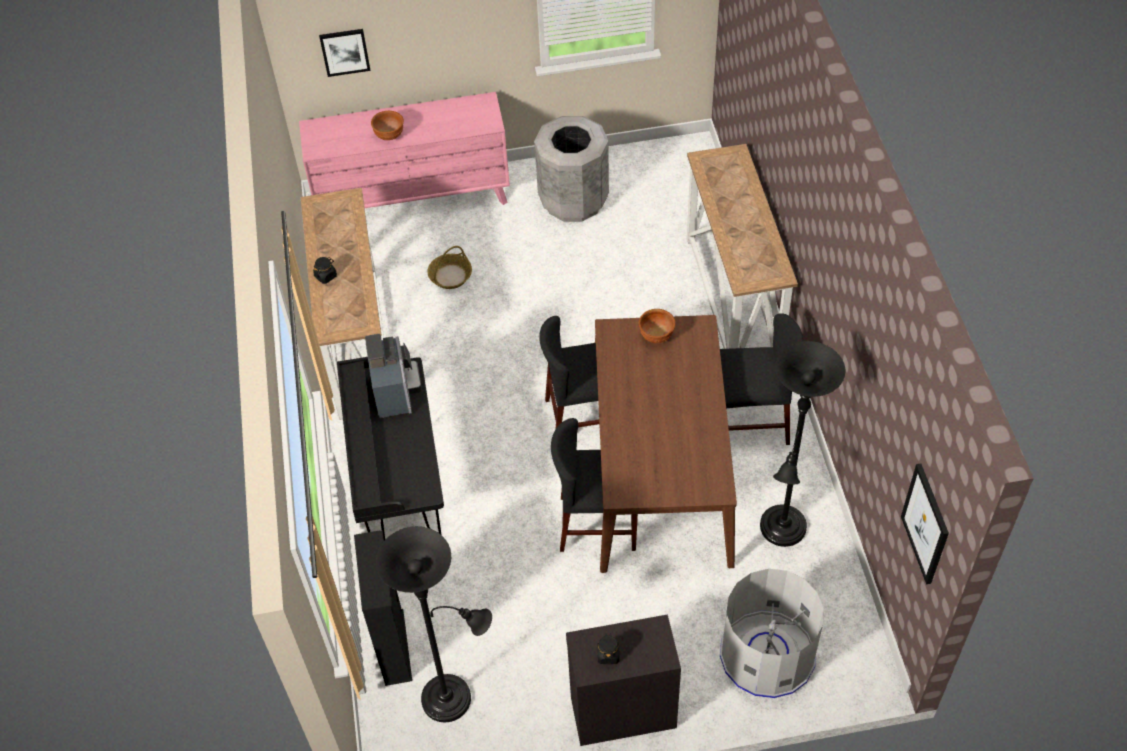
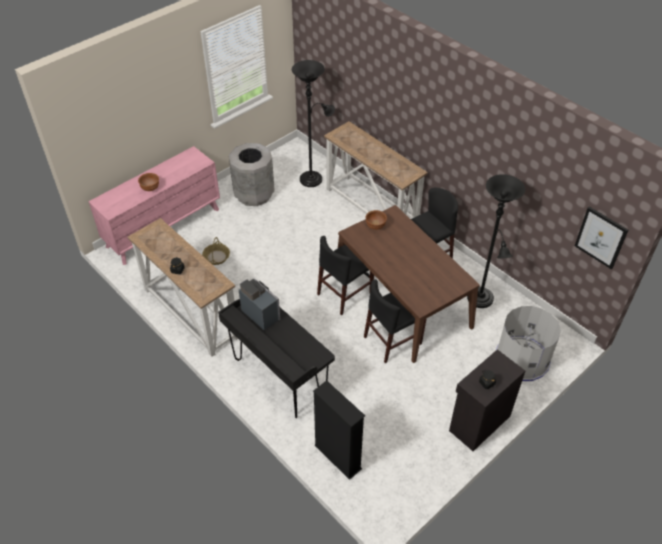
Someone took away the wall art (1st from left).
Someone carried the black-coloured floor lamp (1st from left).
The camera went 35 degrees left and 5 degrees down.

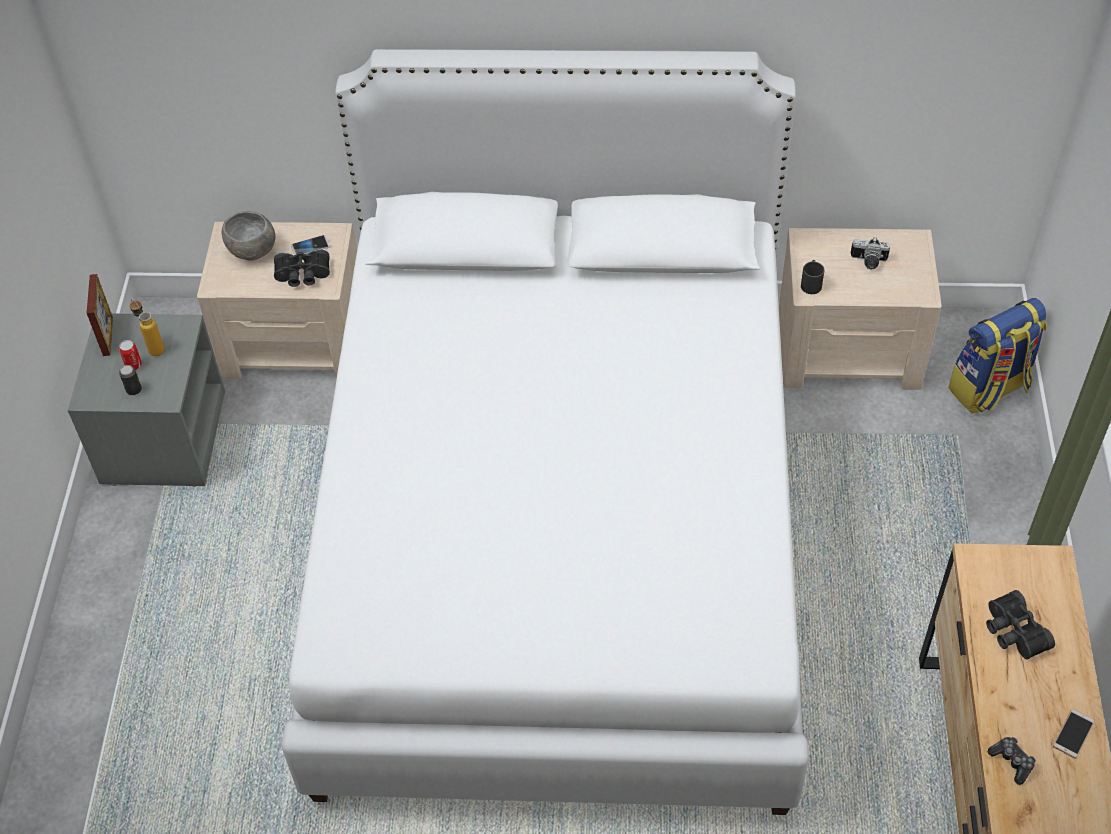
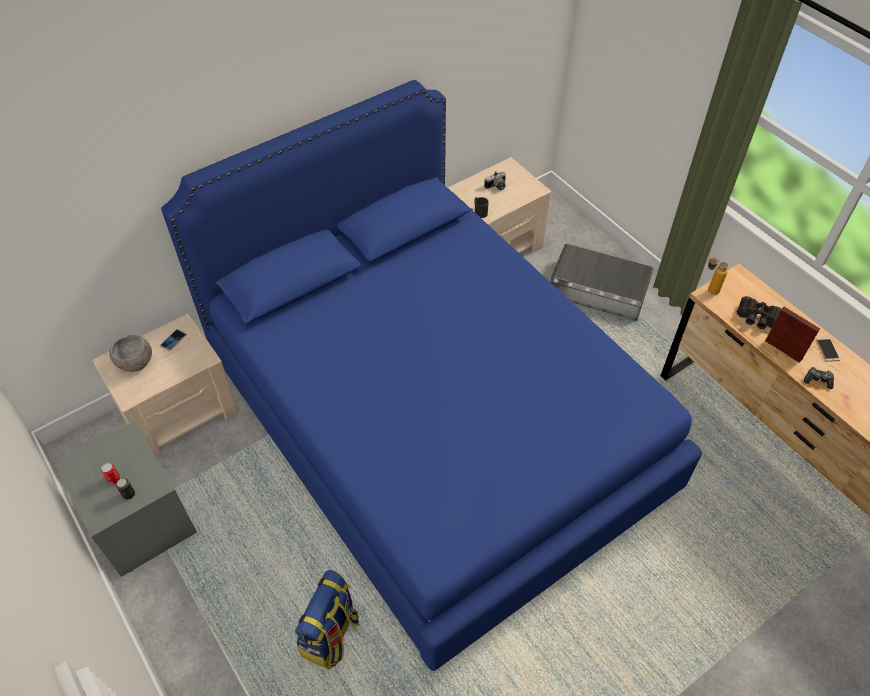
Someone repainted the whitish bed, which became the blue bed.
Someone took away the black-coloured binoculars (1st from left).
Someone carried the photo frame.
Someone carried the rucksack.
Someone carried the beverage bottle.
Someone put down the grey storage box.
The camera went 40 degrees left and 0 degrees up.

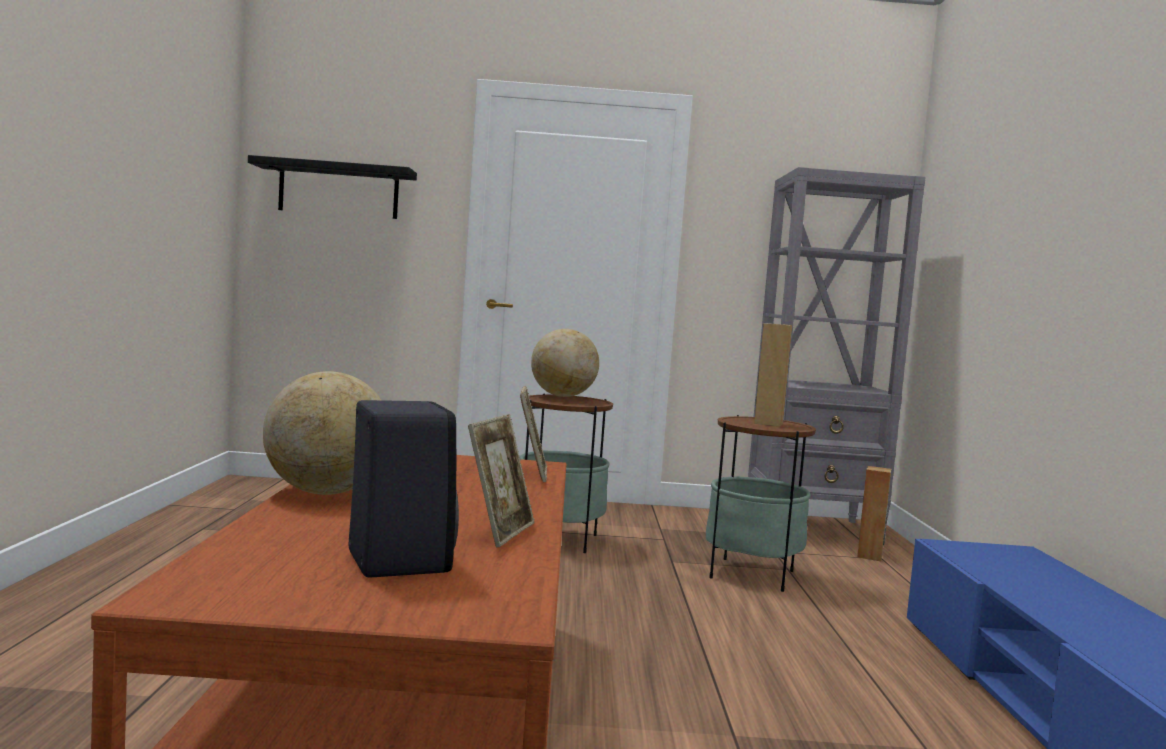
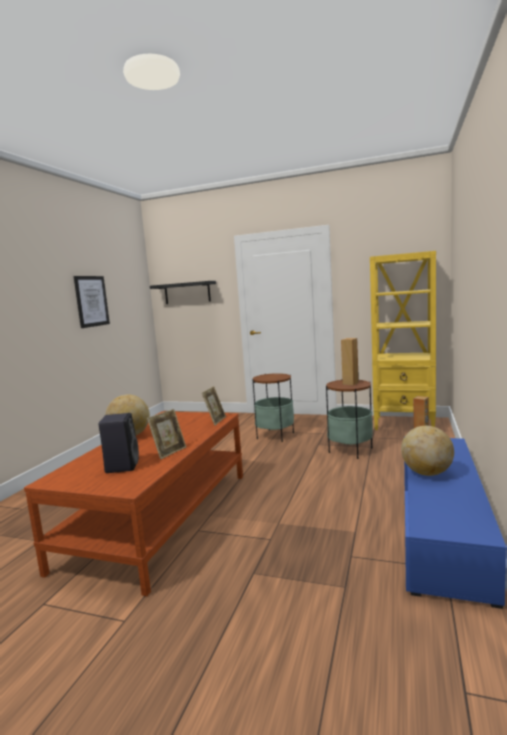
Someone repainted the grey bookcase, which became the yellow bookcase.
Someone carried the world globe (2nd from left).
Someone put up the wall art.
The camera went 20 degrees right and 5 degrees up.

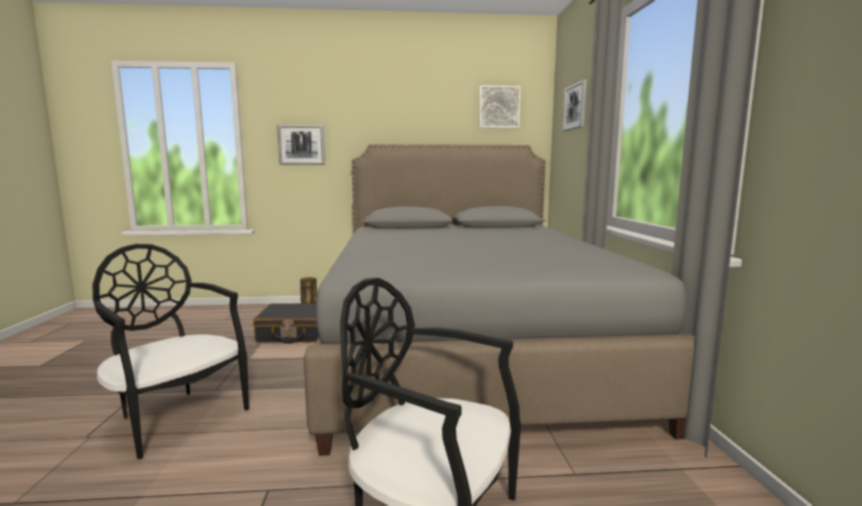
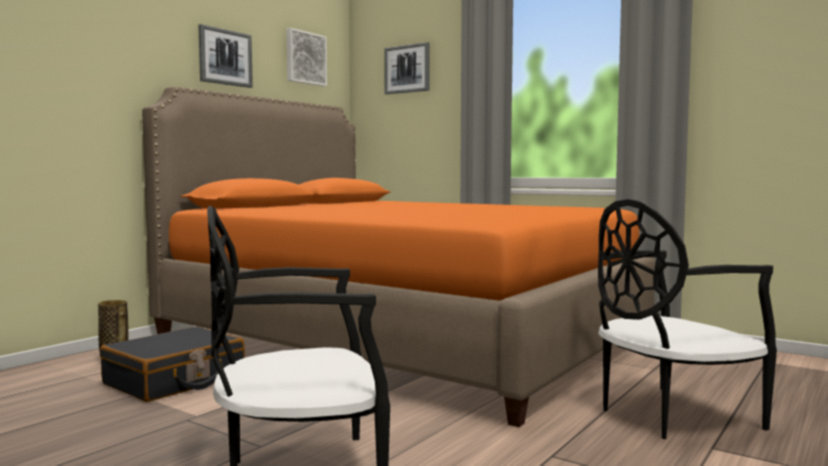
Someone carried the wall art (1st from left).
Someone repainted the grey bed, which became the orangey bed.
The camera went 50 degrees left and 5 degrees down.

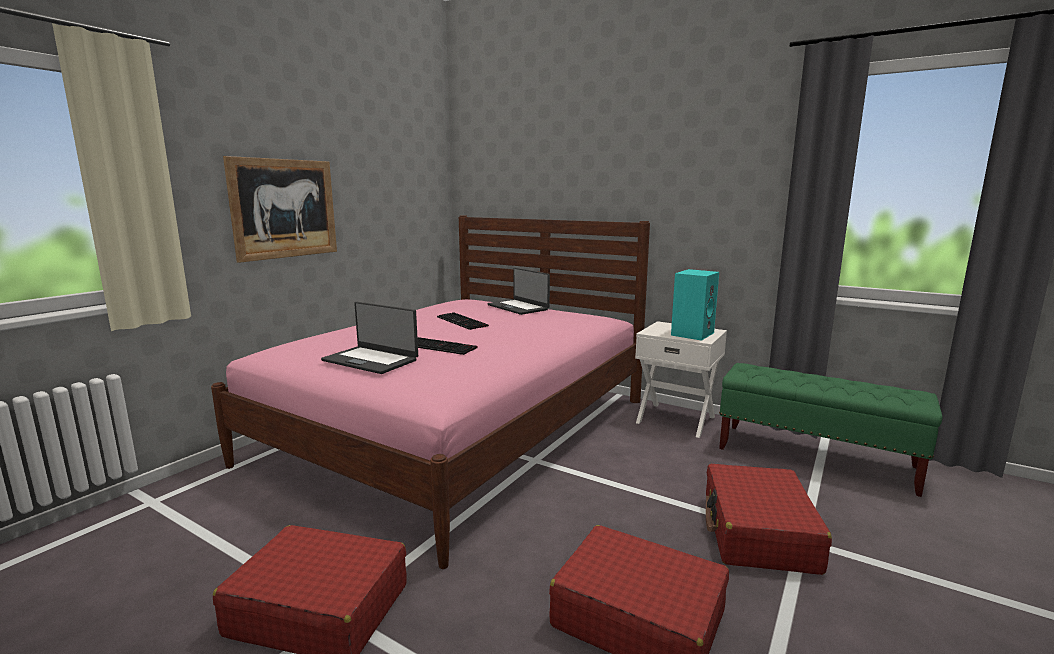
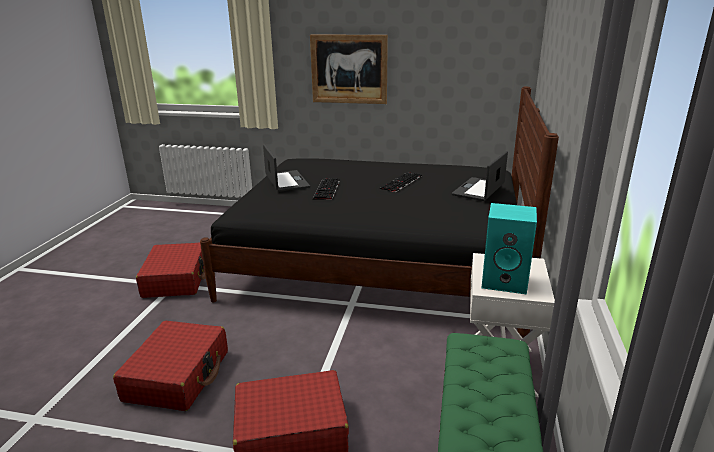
Someone repainted the pink bed, which became the black-coloured bed.
Someone rotated the notebook computer (1st from left) by 150 degrees clockwise.
The camera went 70 degrees right and 10 degrees up.

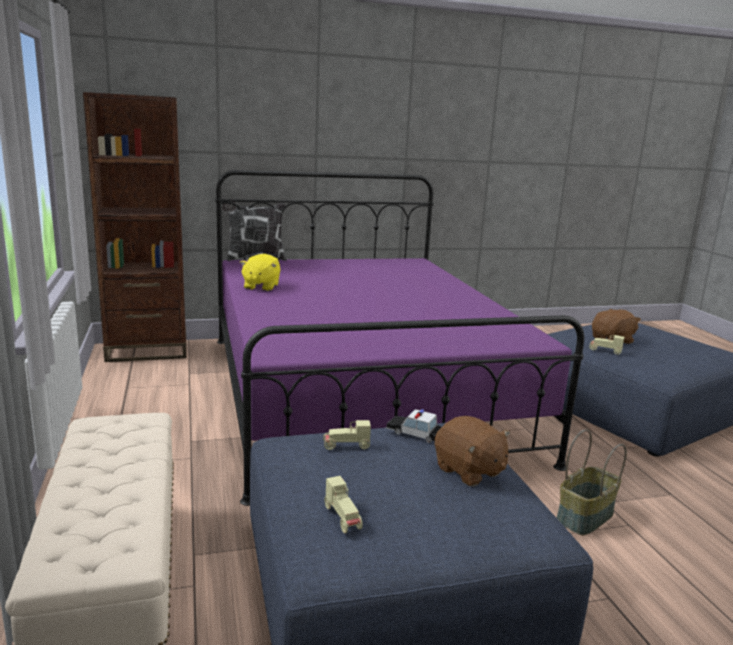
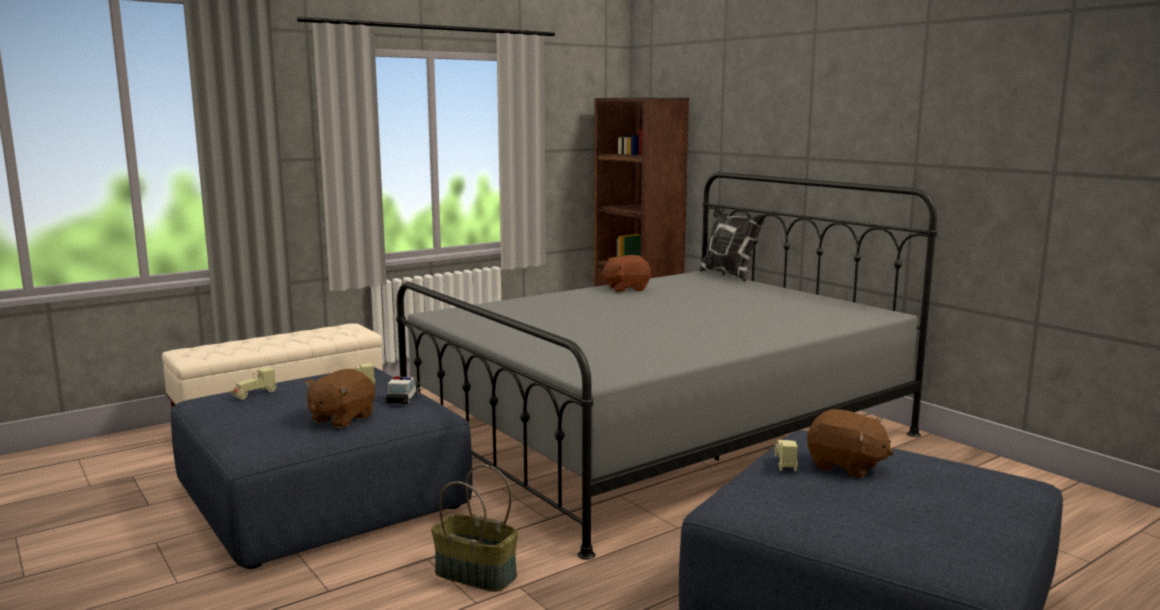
Someone repainted the purplish bed, which became the grey bed.
Someone repainted the yellow plush toy, which became the brown-coloured plush toy (2nd from left).
The camera went 70 degrees right and 5 degrees down.

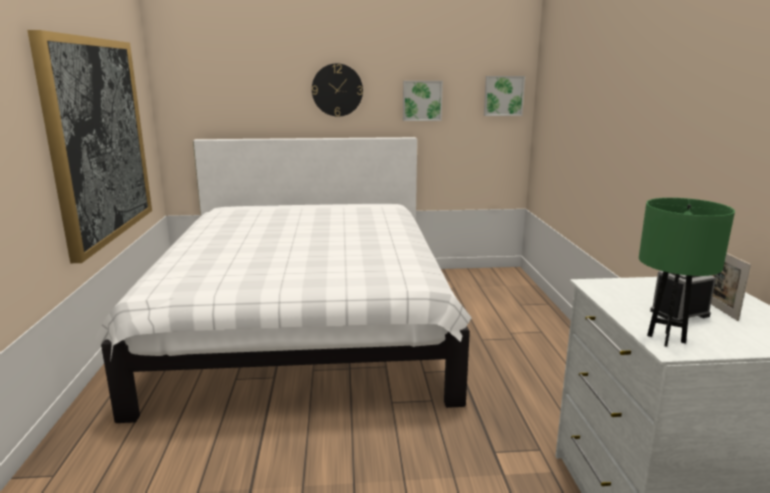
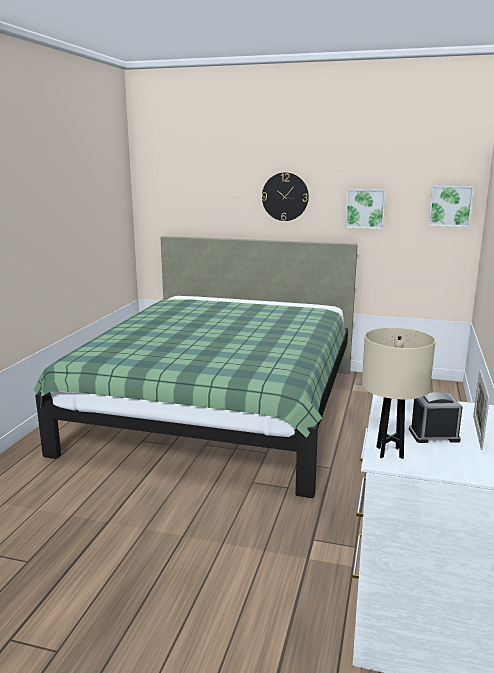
Someone took away the wall art (1st from left).
Someone repainted the whitish bed, which became the greenish bed.
Someone repainted the greenish tabletop lamp, which became the beige-coloured tabletop lamp.
The camera went 20 degrees right and 0 degrees up.

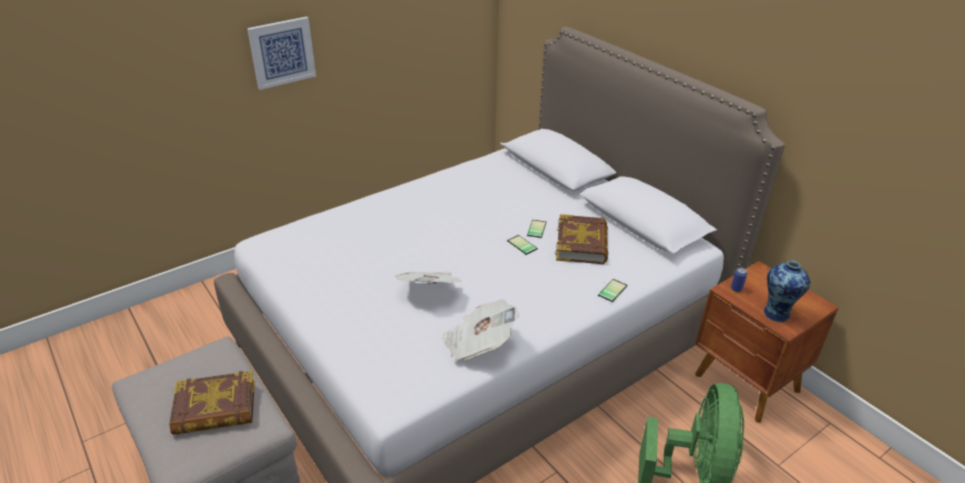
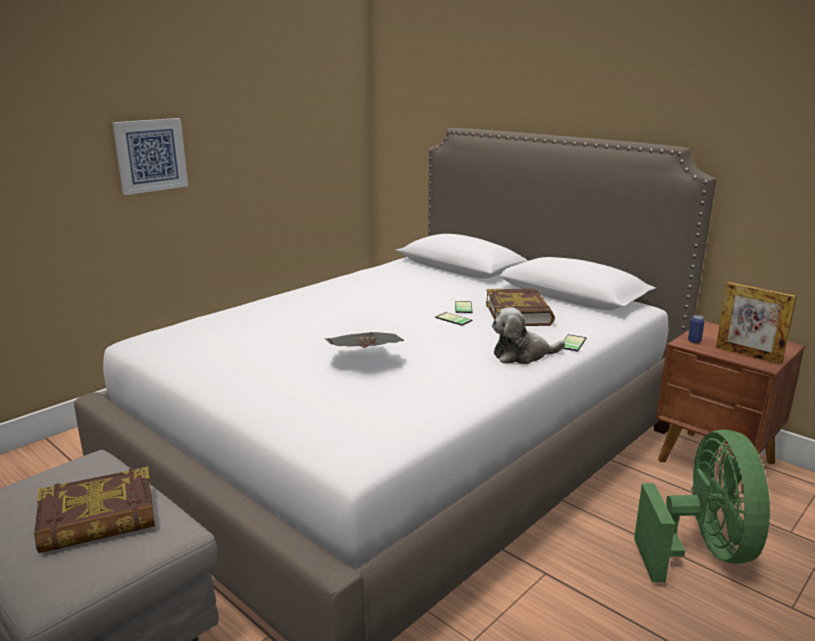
Someone swapped the vase for the photo frame.
Someone took away the daily paper (2nd from left).
Someone put down the plush toy.
The camera went 10 degrees left and 15 degrees down.

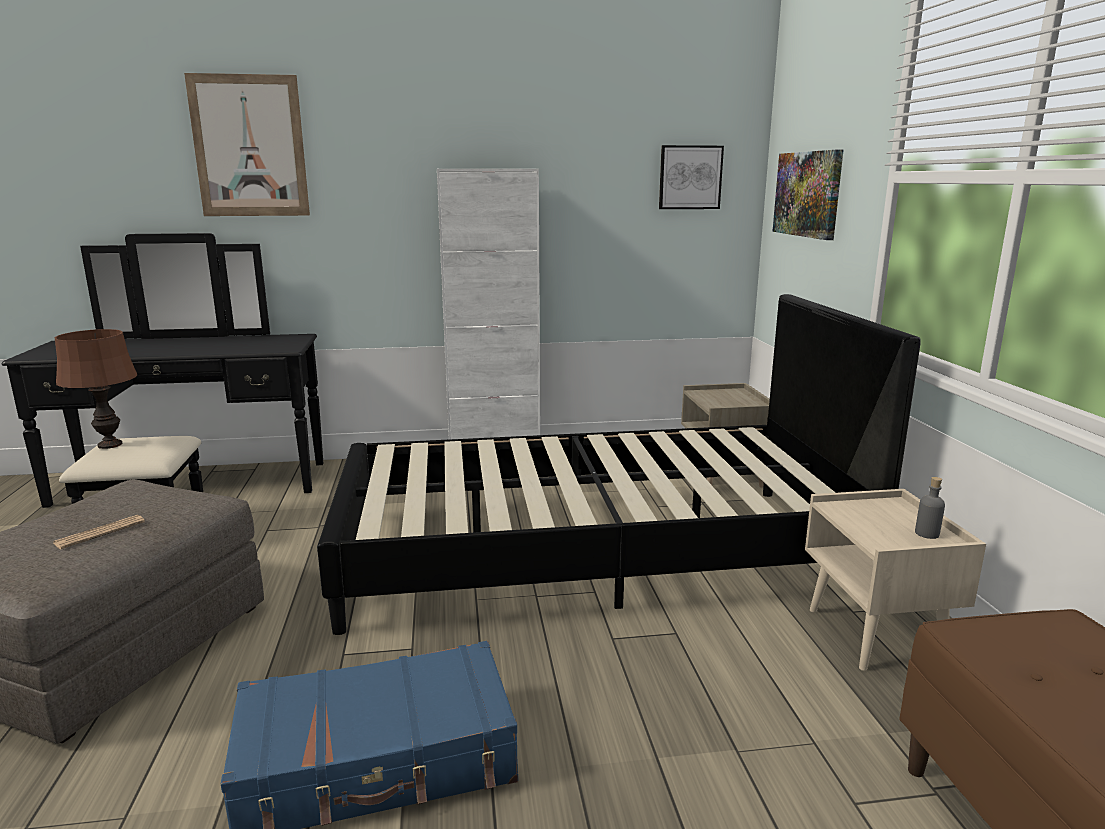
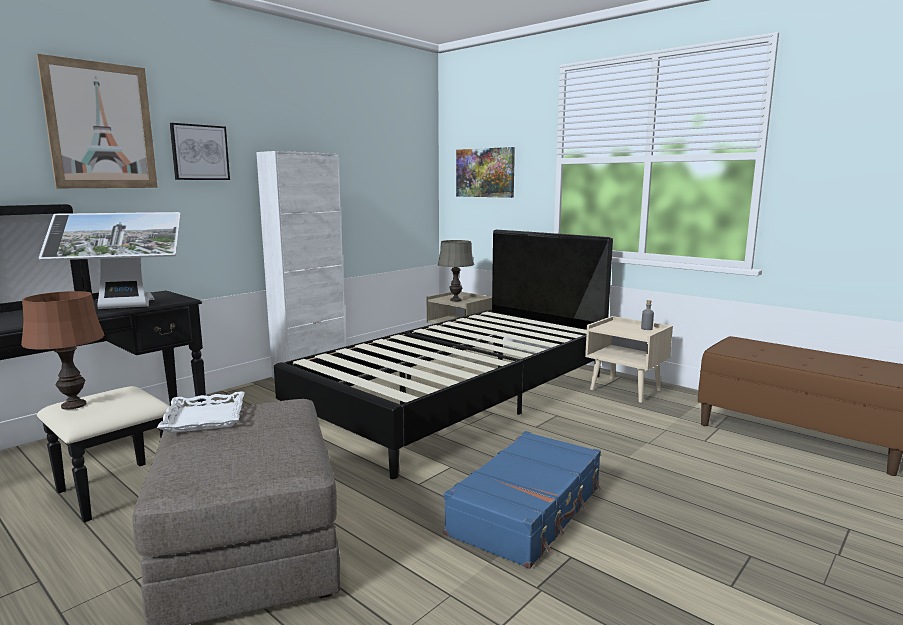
Someone carried the wall art (2nd from left).
Someone took away the daily paper.
Someone put down the computer display.
Someone put down the grey tabletop lamp.
Someone put down the whitish tray.
The camera went 40 degrees left and 5 degrees down.

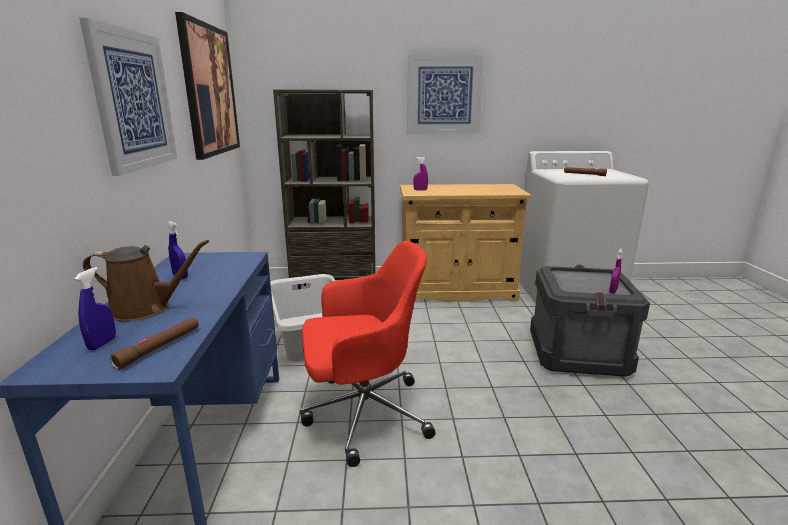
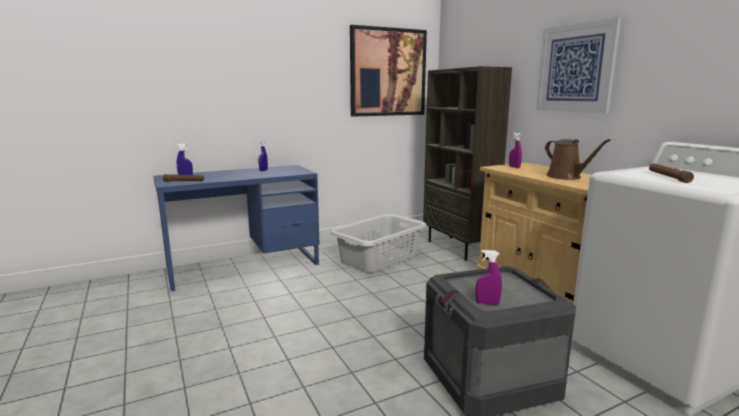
Someone took away the wall art (1st from left).
Someone carried the brown-coloured watering pot.
Someone took away the red office chair.
The camera went 65 degrees right and 5 degrees down.

